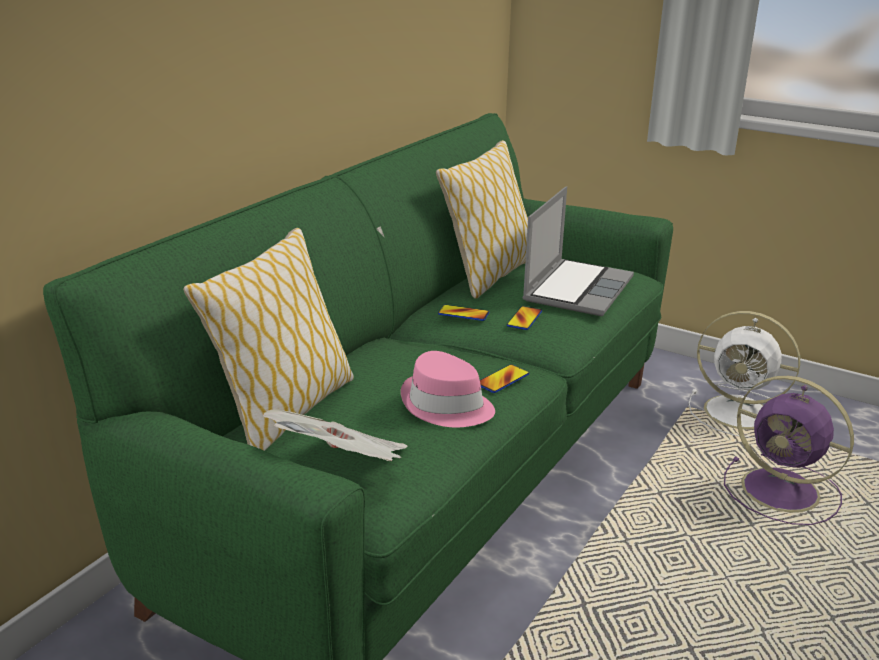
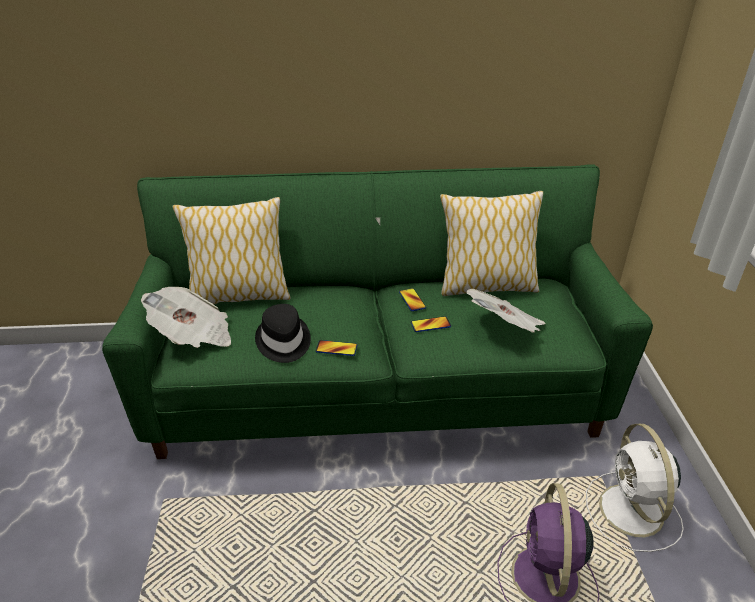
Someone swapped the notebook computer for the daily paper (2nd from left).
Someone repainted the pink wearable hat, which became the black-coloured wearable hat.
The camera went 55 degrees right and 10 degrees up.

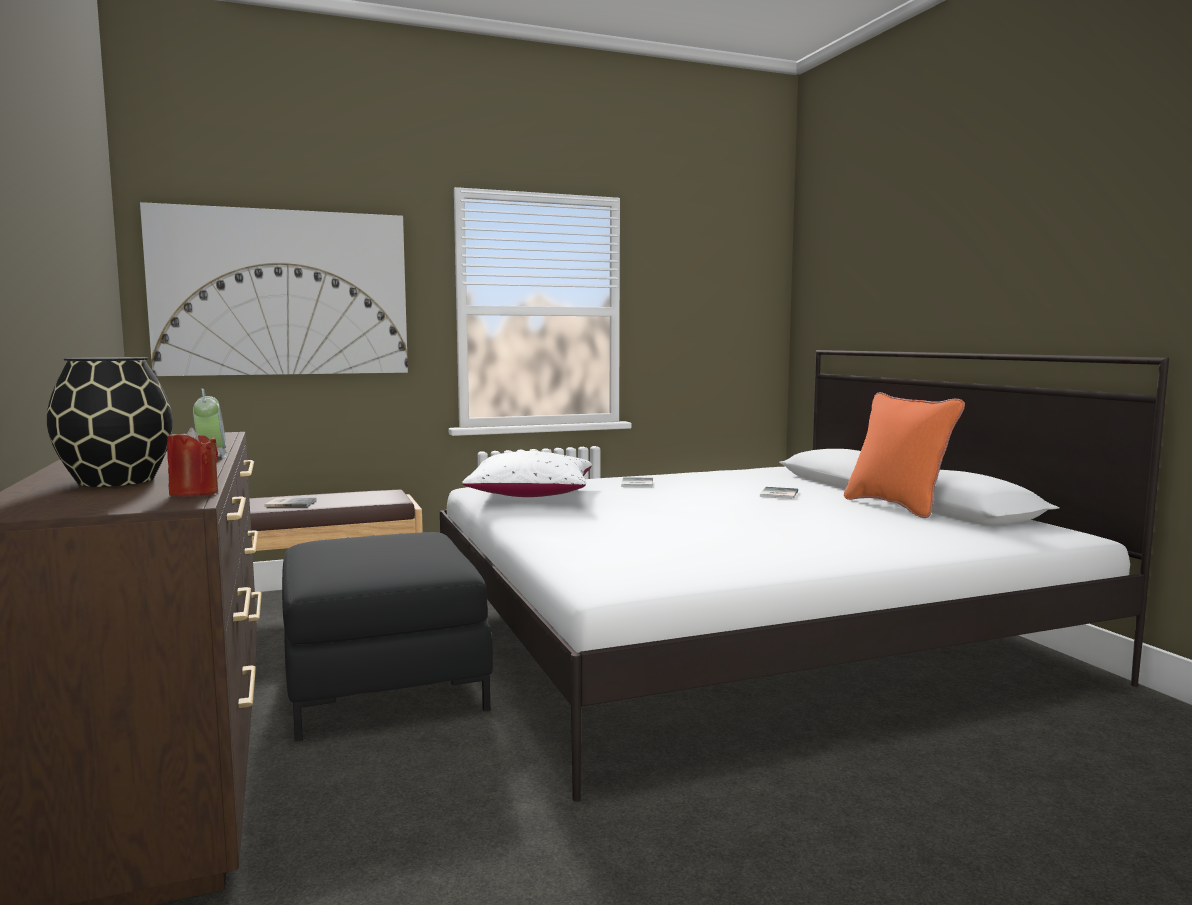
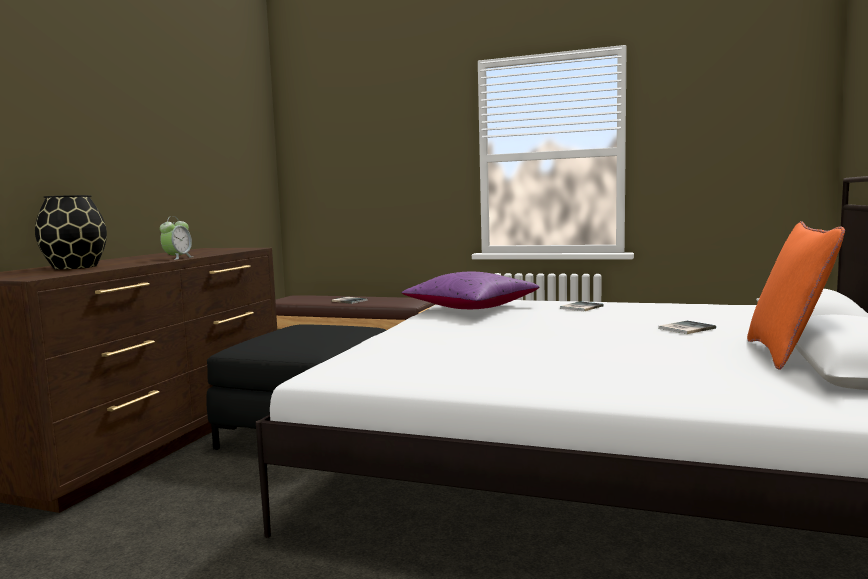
Someone took away the wall art.
Someone took away the red wax candle.
Someone repainted the whitish pillow, which became the purplish pillow.
The camera went 40 degrees right and 0 degrees up.

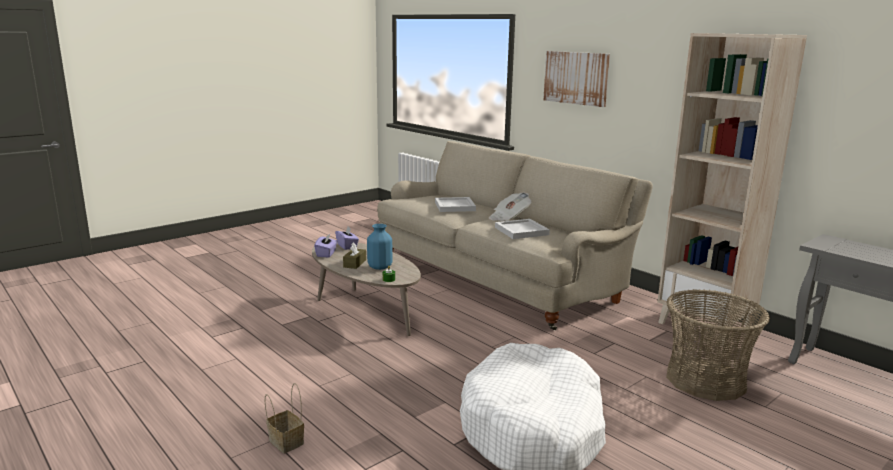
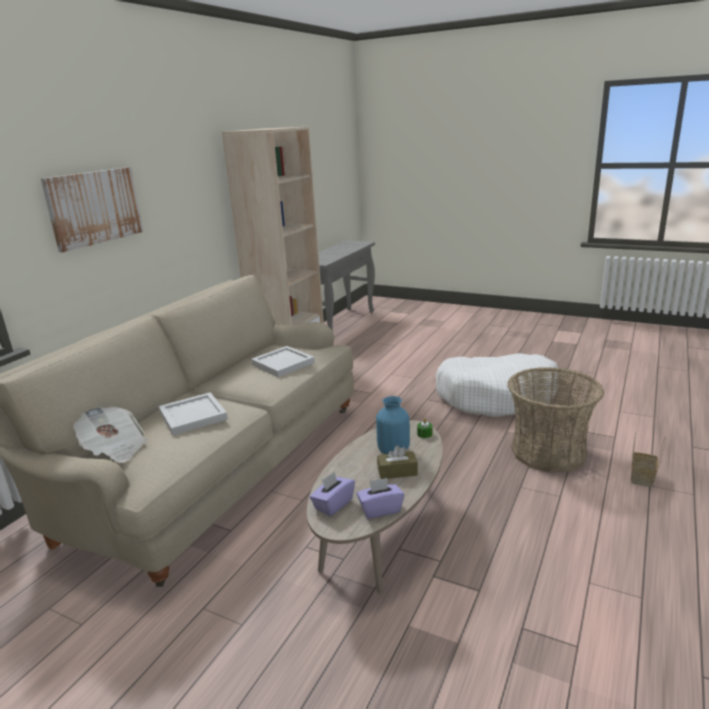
Someone carried the daily paper.
Someone carried the storage basket (2nd from left in the first image).
The camera went 110 degrees left and 5 degrees up.

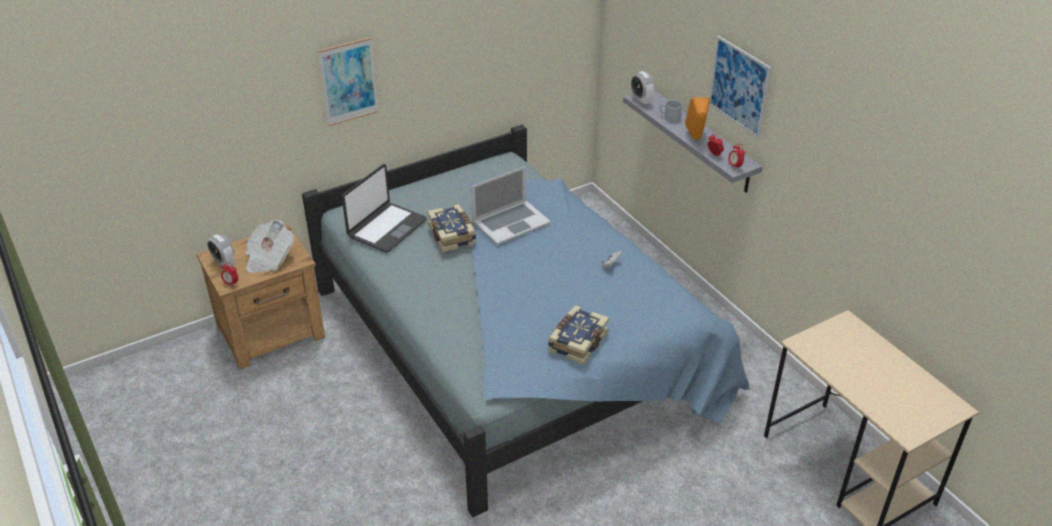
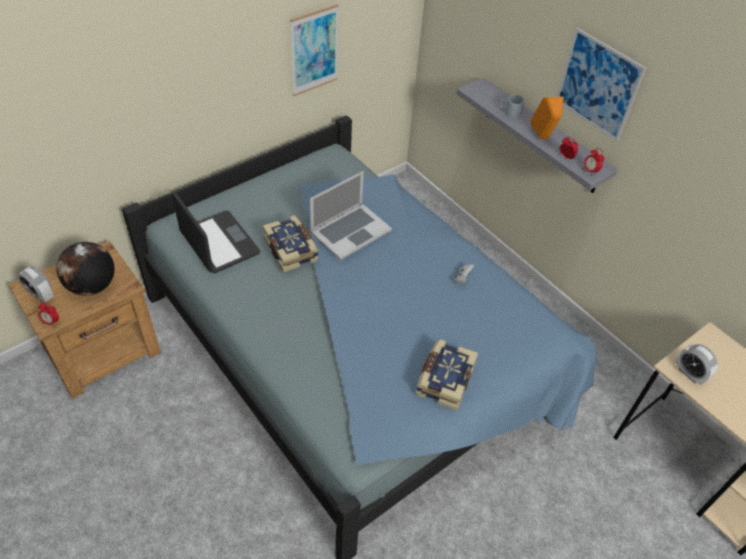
Someone carried the wall art (1st from left).
Someone carried the bedside clock (3rd from left in the first image).
Someone rotated the notebook computer (1st from left) by 60 degrees counterclockwise.
Someone swapped the daily paper for the world globe.
The camera went 10 degrees left and 10 degrees up.

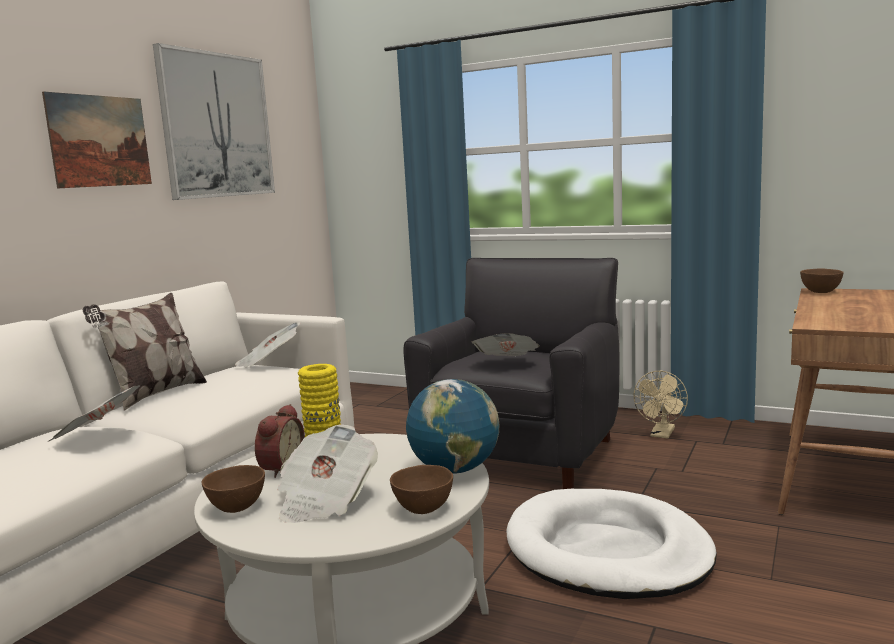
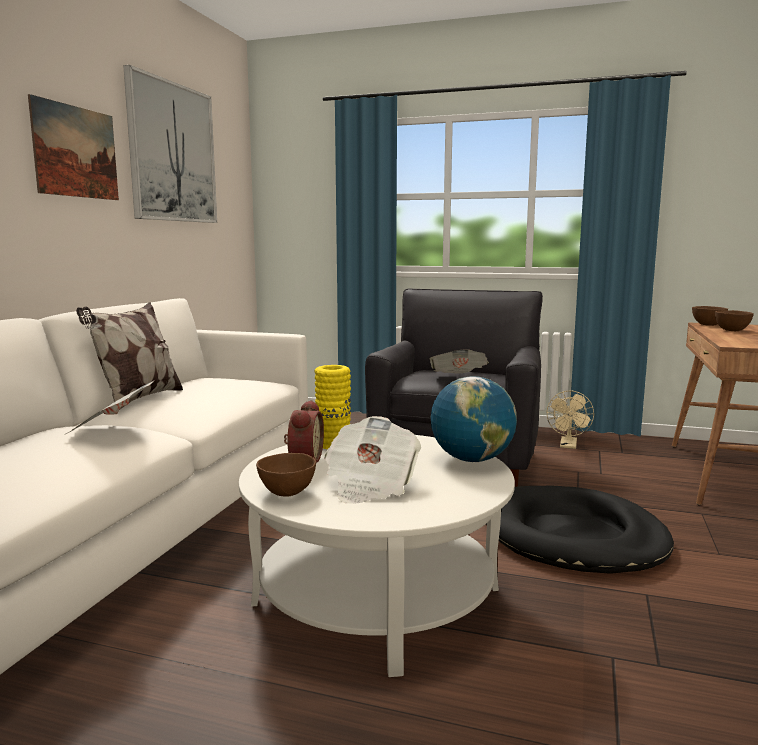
Someone took away the daily paper (2nd from left).
Someone carried the brown-coloured deep dish (2nd from left in the first image).
Someone repainted the whitish dog bed, which became the black-coloured dog bed.
The camera went 10 degrees left and 0 degrees up.

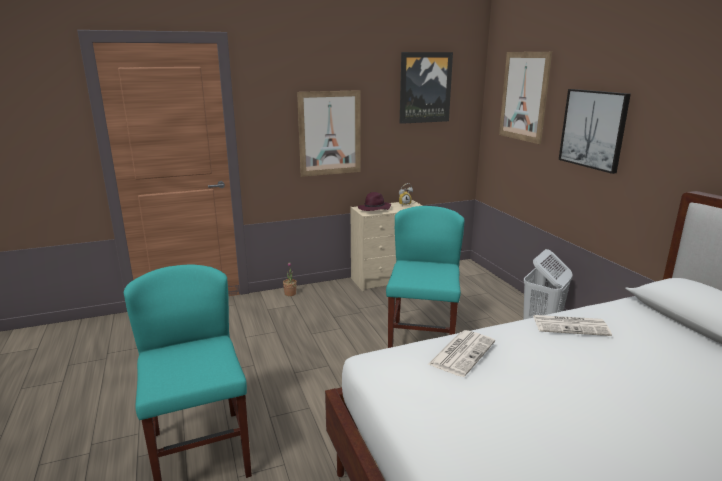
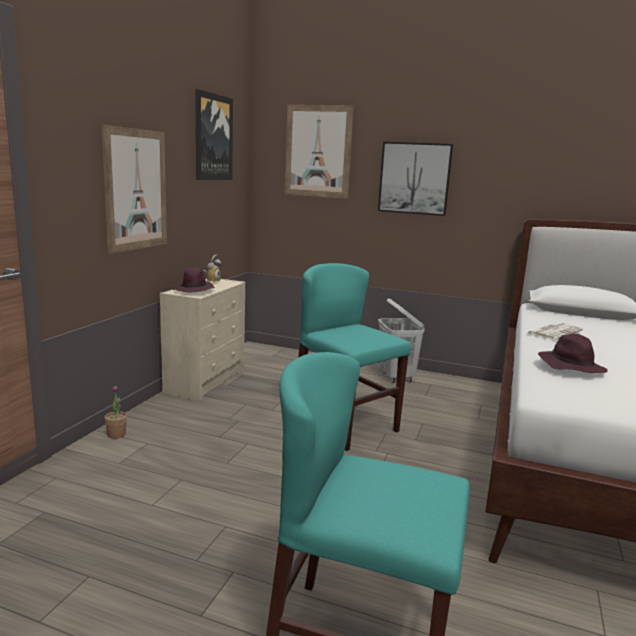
Someone swapped the daily paper (1st from left) for the purplish wearable hat (2nd from left).
The camera went 50 degrees left and 5 degrees down.

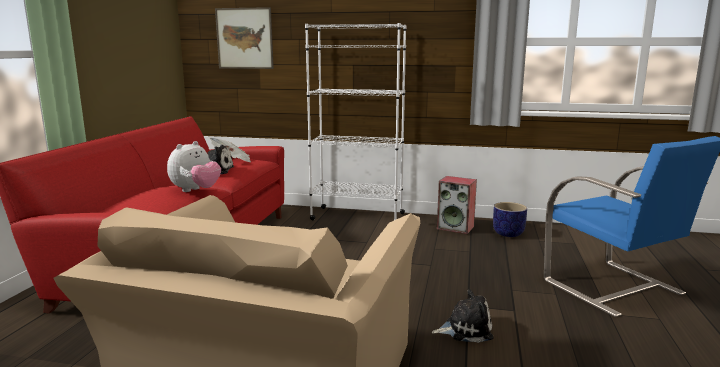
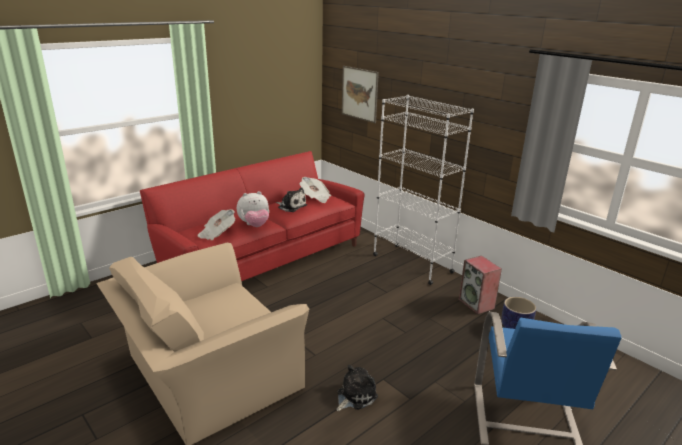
Someone rotated the plush toy (3rd from left) by 75 degrees counterclockwise.
Someone put down the daily paper (1st from left).
The camera went 35 degrees right and 10 degrees up.

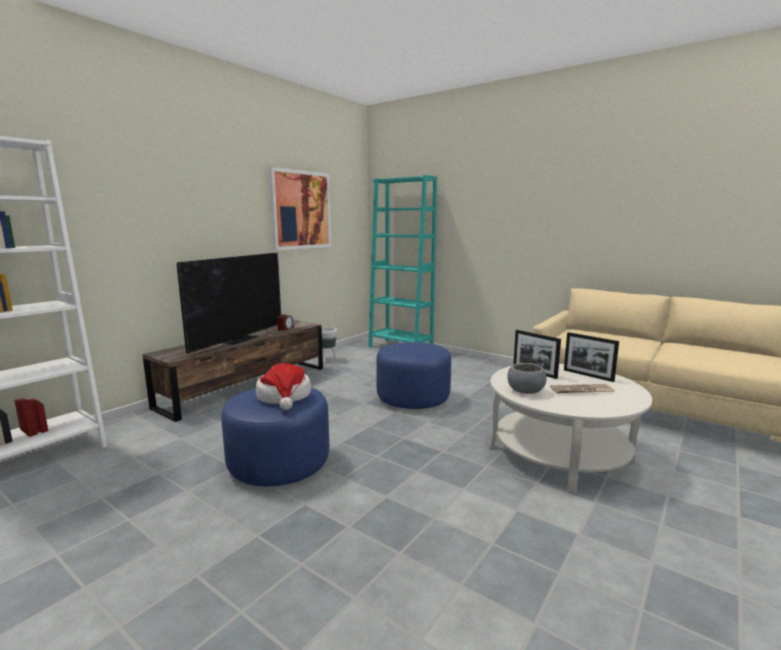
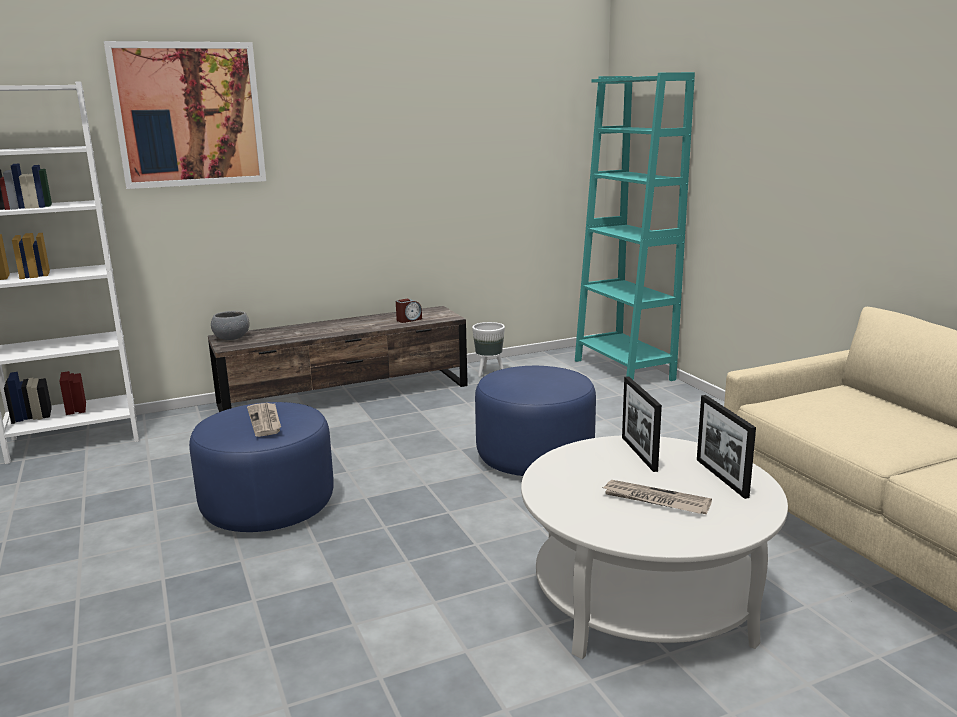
Someone carried the wall art.
Someone took away the TV set.
Someone swapped the wearable hat for the daily paper (1st from left).
Someone carried the grey deep dish.
The camera went 30 degrees right and 5 degrees up.

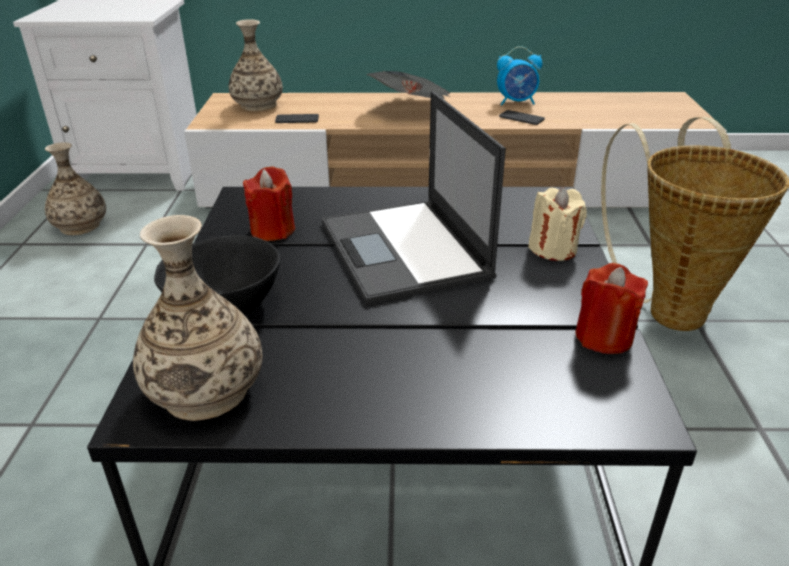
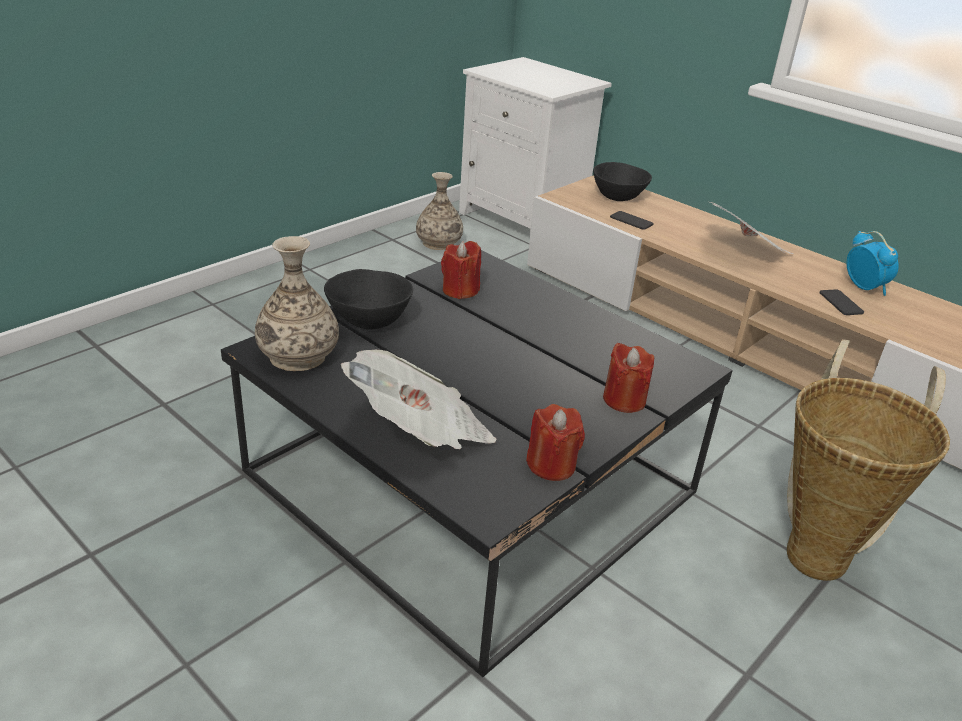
Someone swapped the vase (3rd from left) for the black-coloured deep dish (2nd from left).
Someone rotated the bedside clock by 150 degrees counterclockwise.
Someone took away the notebook computer.
Someone repainted the beige-coloured wax candle, which became the red wax candle (3rd from left).
Someone put down the daily paper (1st from left).
The camera went 40 degrees right and 0 degrees up.

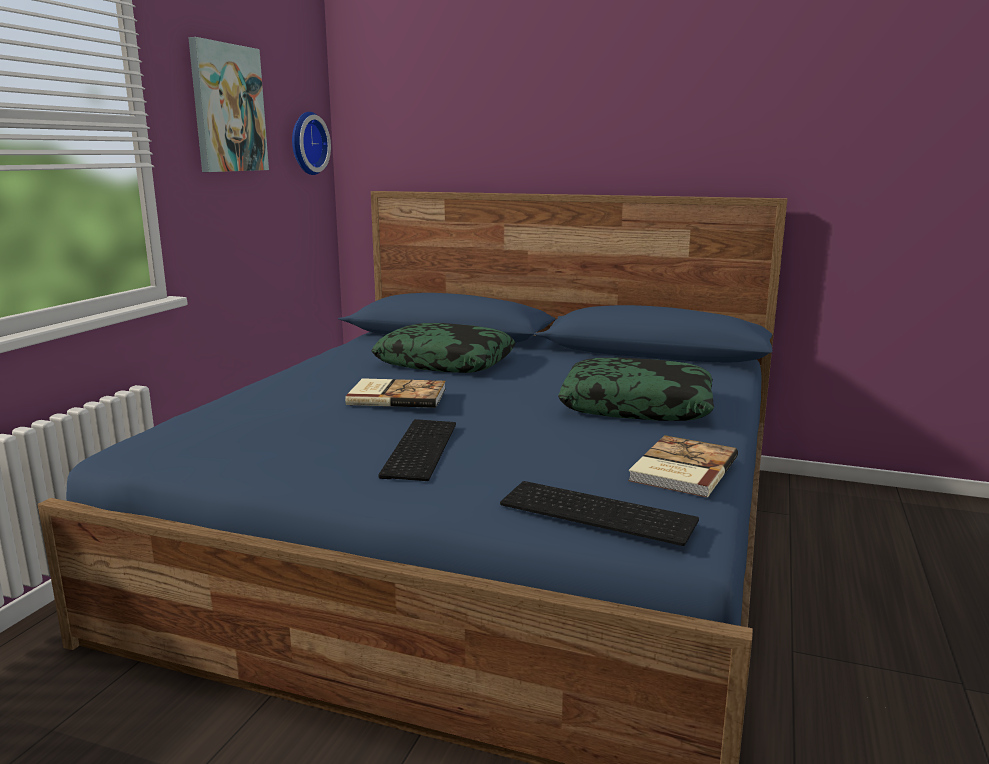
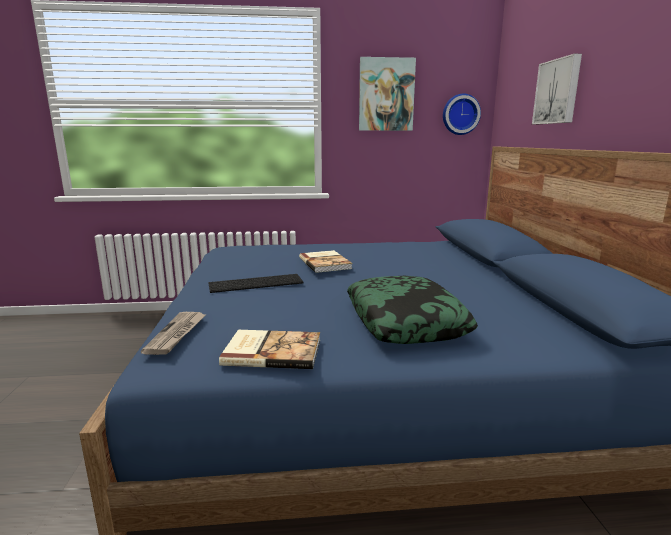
Someone took away the pillow (1st from left).
Someone swapped the keyboard (2nd from left) for the daily paper.
Someone put up the wall art (2nd from left).
The camera went 65 degrees right and 0 degrees up.

